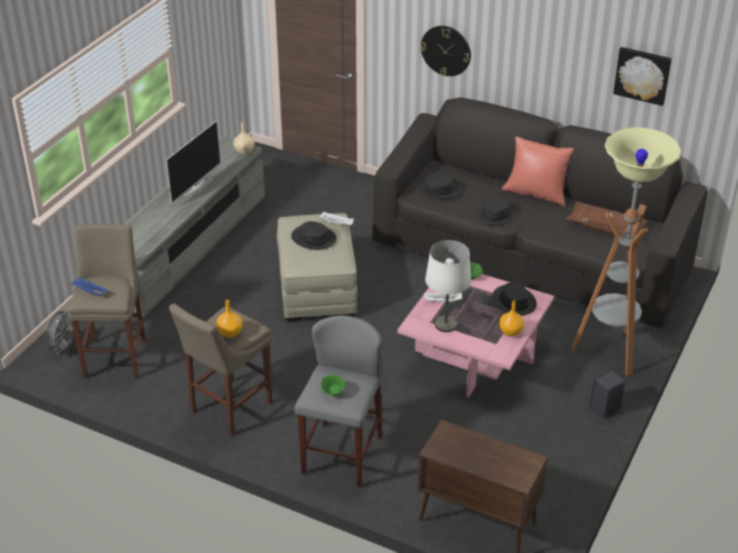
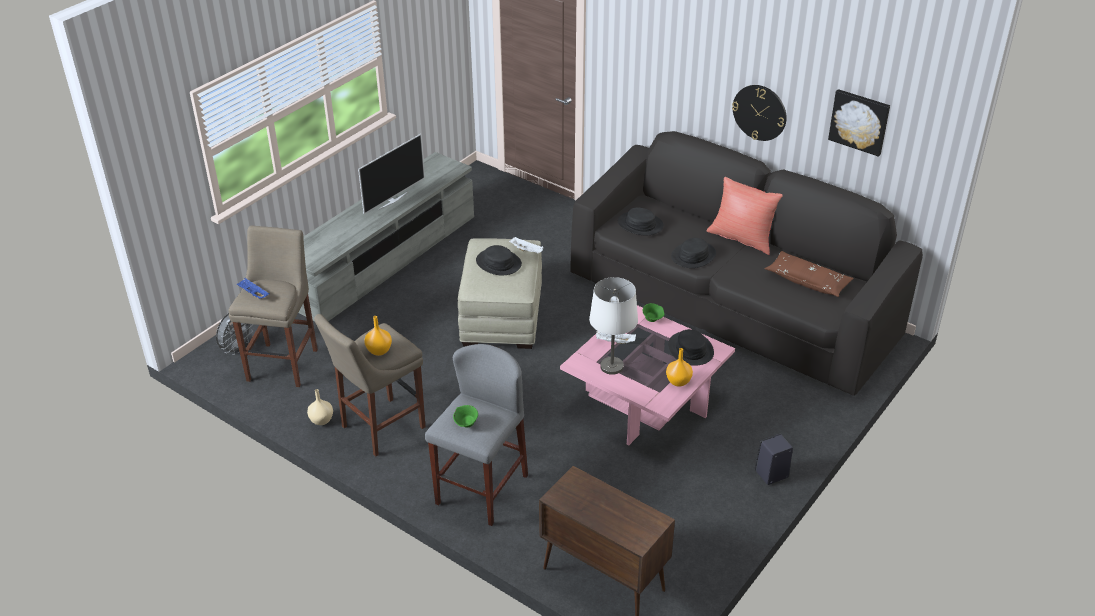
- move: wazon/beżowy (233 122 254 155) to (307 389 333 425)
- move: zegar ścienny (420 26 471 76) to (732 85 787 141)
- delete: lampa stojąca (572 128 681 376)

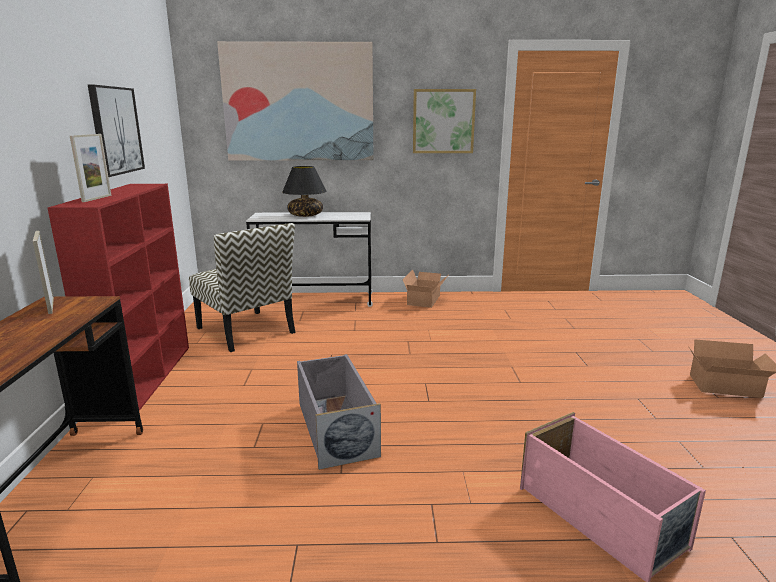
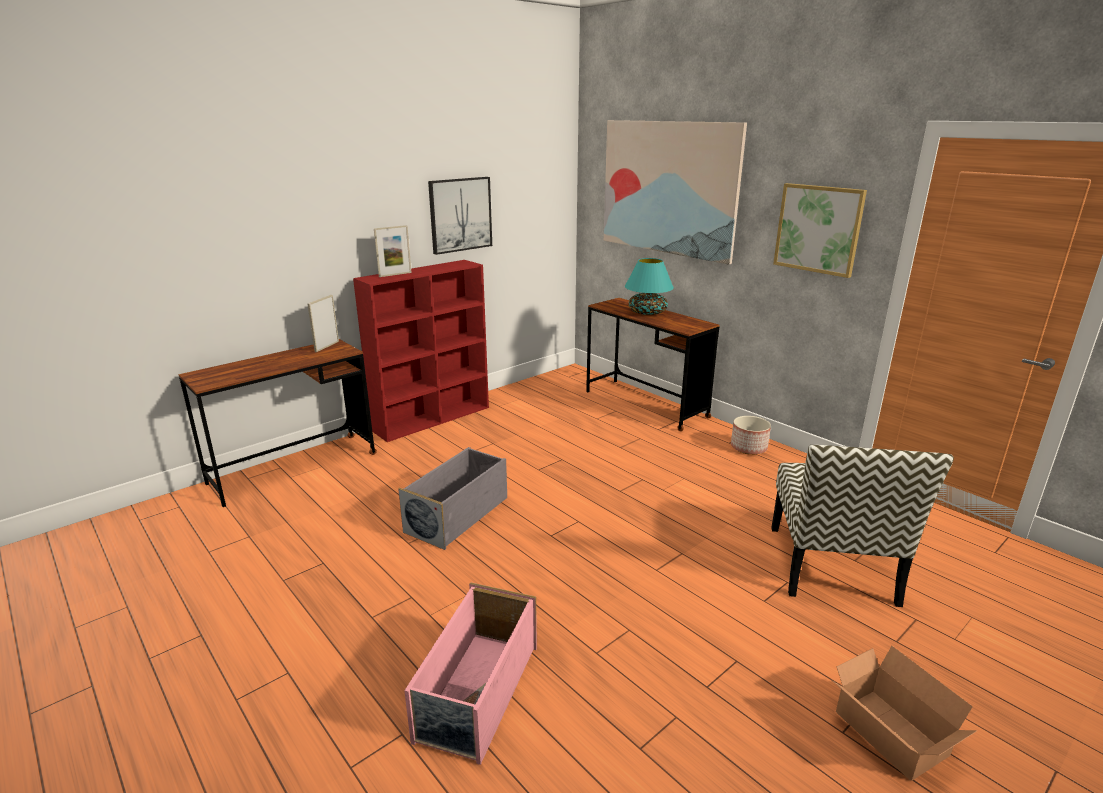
- recolor: biurko/biały (246 212 373 307) to biurko/brązowy (586 298 719 431)
- recolor: lampa stołowa/czarny (282 166 327 217) to lampa stołowa/turkusowy (625 258 674 315)
- replace: karton (402 269 448 308) to donica (731 416 771 455)
- move: krzesło (189 223 296 352) to (772 445 954 607)

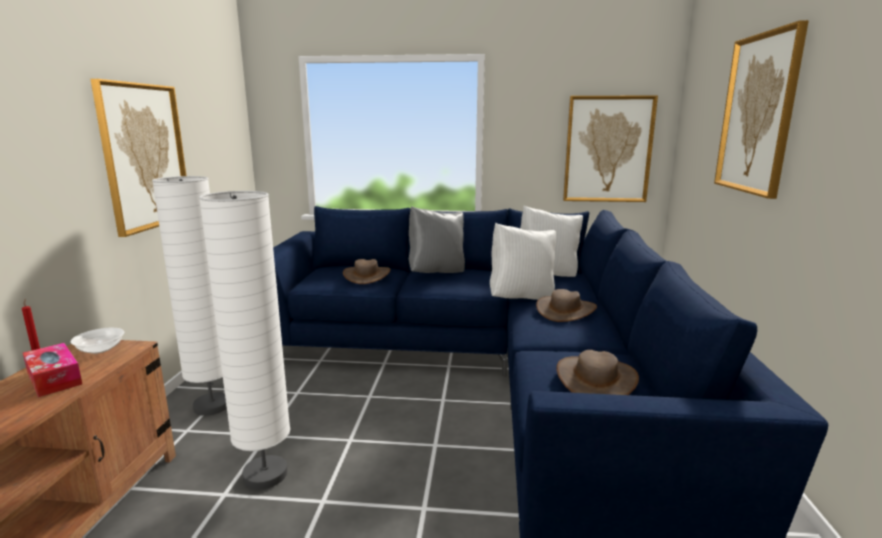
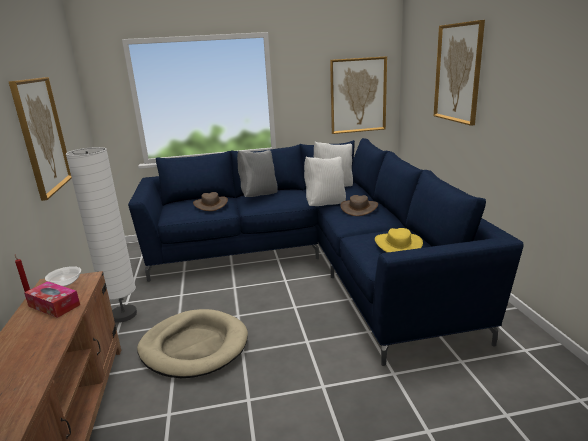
- replace: lampa stojąca/biały (199 191 290 490) to legowisko/beżowy (137 309 248 378)
- recolor: kapelusz/brązowy (557 350 639 395) to kapelusz/żółty (375 228 423 253)

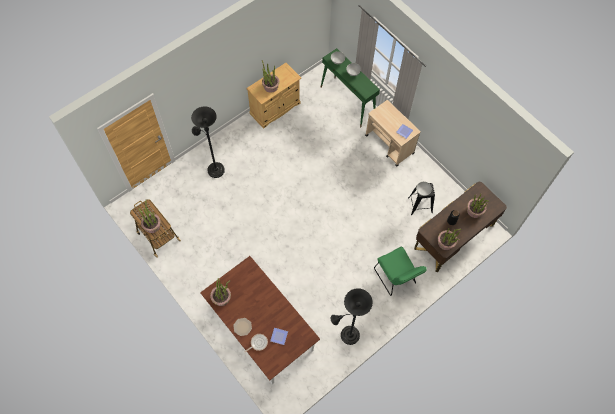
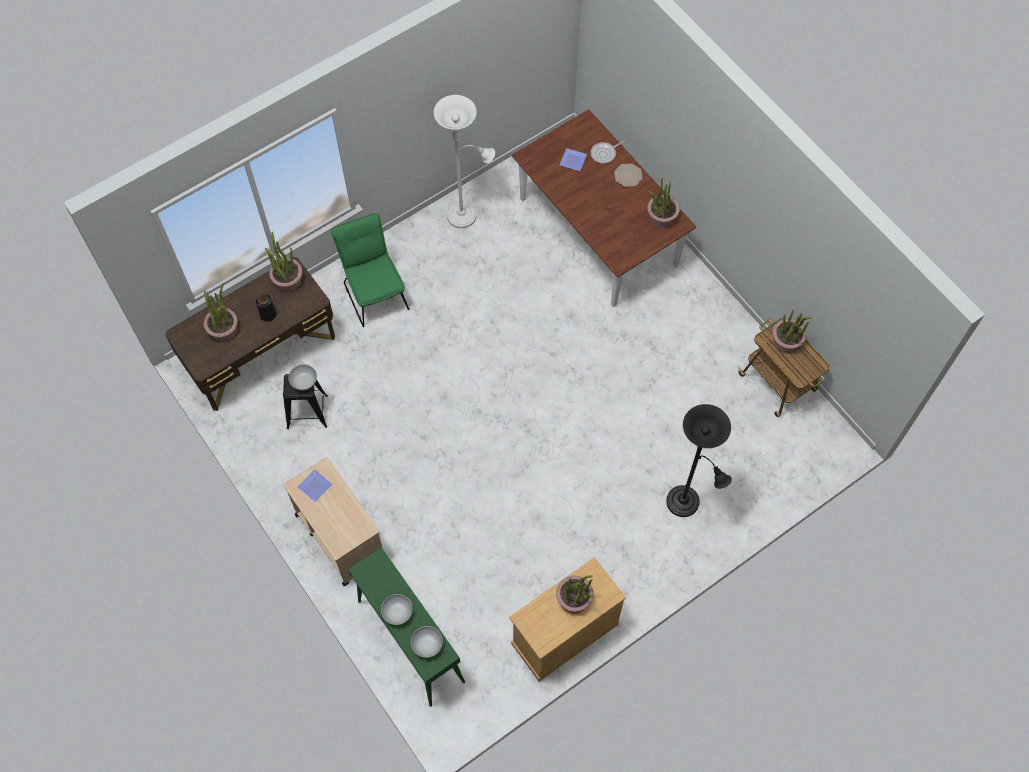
- recolor: lampa stojąca/czarny (331 288 373 345) to lampa stojąca/biały (434 95 495 228)

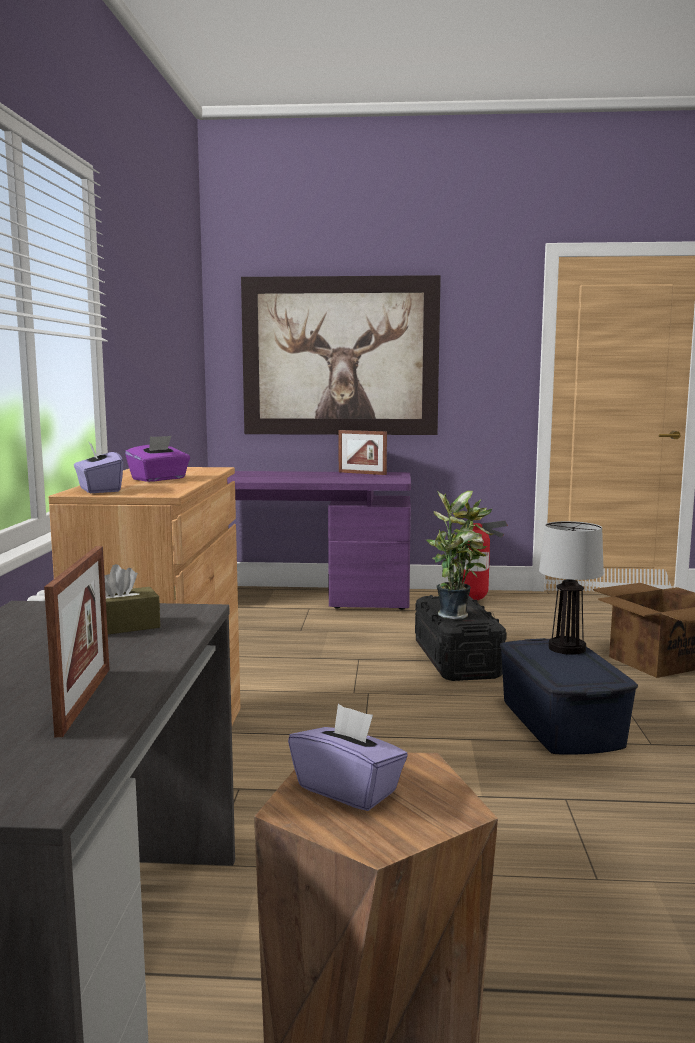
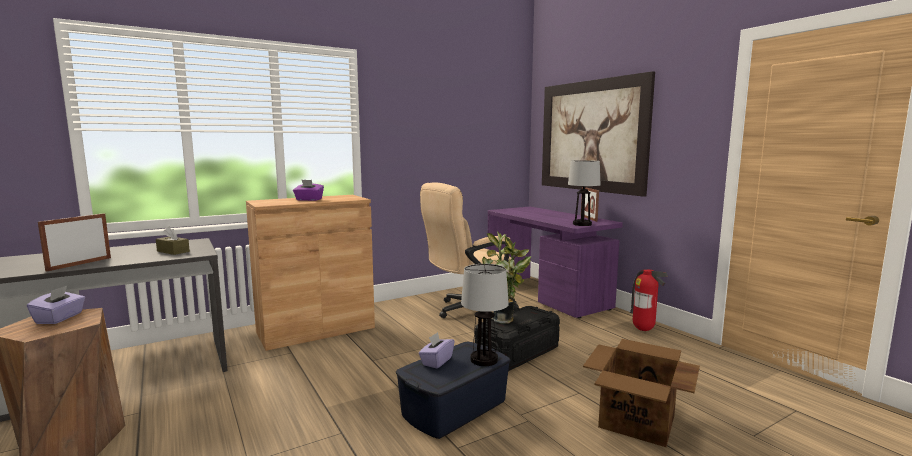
- rotate: ramka na zdjęcie (44 546 110 737) = (38 213 111 271) 150 degrees clockwise
- move: pudełko chusteczek/fioletowy (74 441 123 493) to (419 332 455 369)
- insert: krzesło biurowe/beżowy (420 182 519 318)
- insert: lampa stołowa (568 160 601 226)

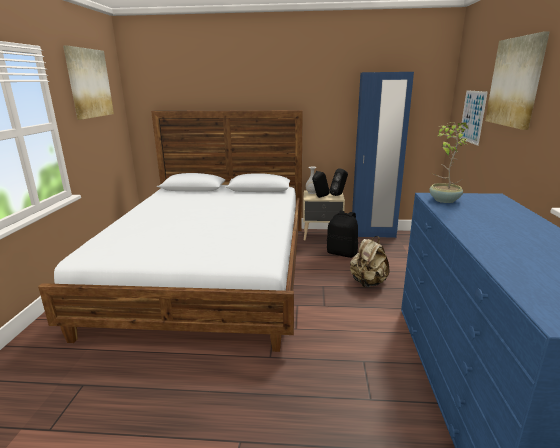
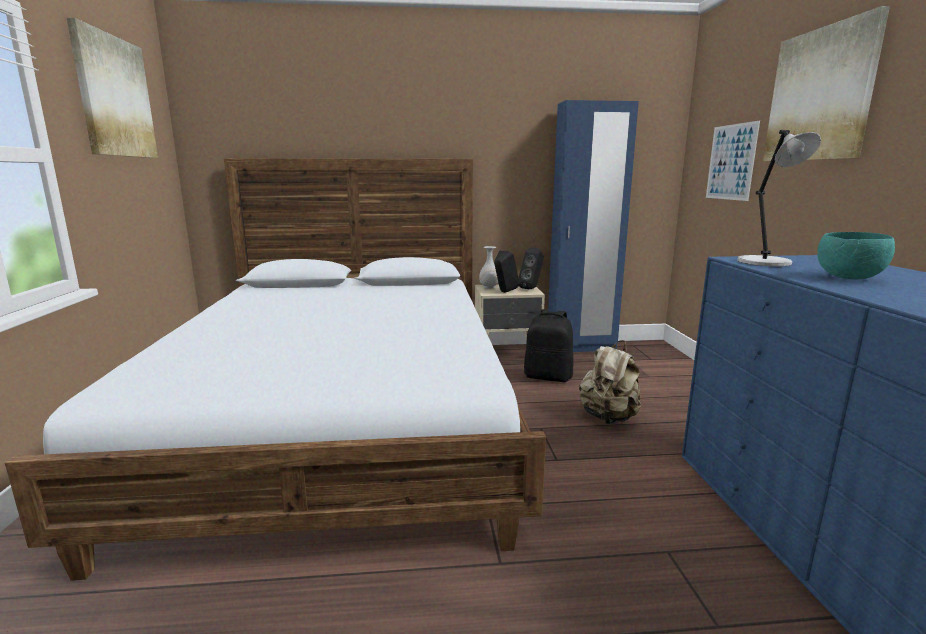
- replace: roślina doniczkowa (429 122 470 203) to lampa stołowa/szary (737 130 821 267)
- insert: miska/turkusowy (817 232 895 280)

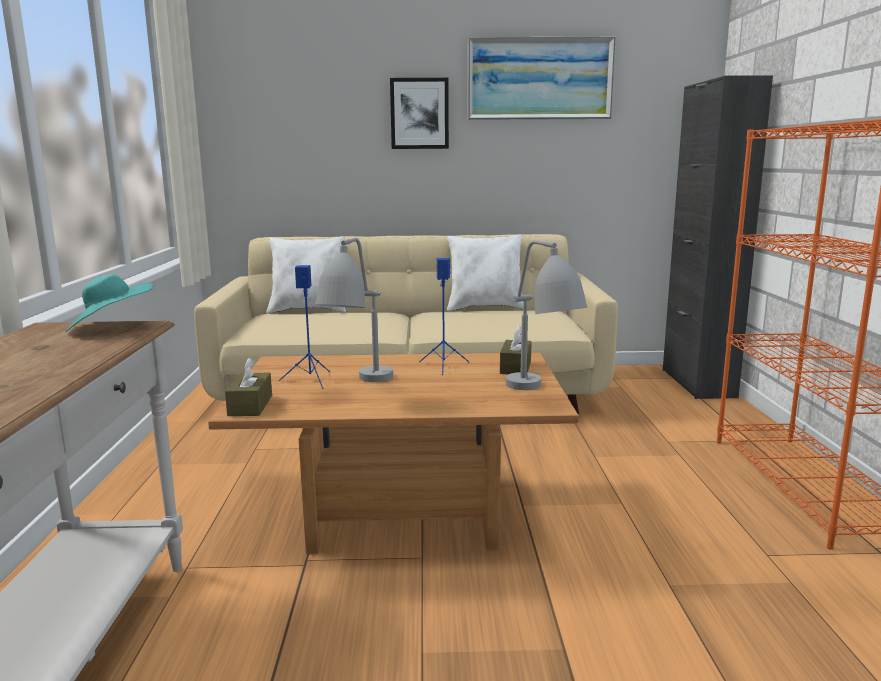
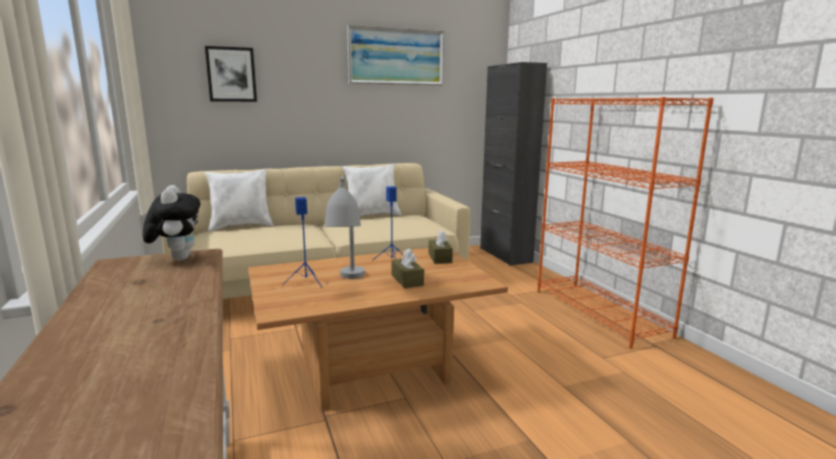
- replace: kapelusz/turkusowy (66 274 153 332) to pluszak (143 185 200 261)
- move: obraz (390 78 449 149) to (205 46 257 102)
- move: pudełko chusteczek/brązowy (225 357 272 416) to (392 249 424 288)
- delete: lampa stołowa/szary (506 240 587 390)

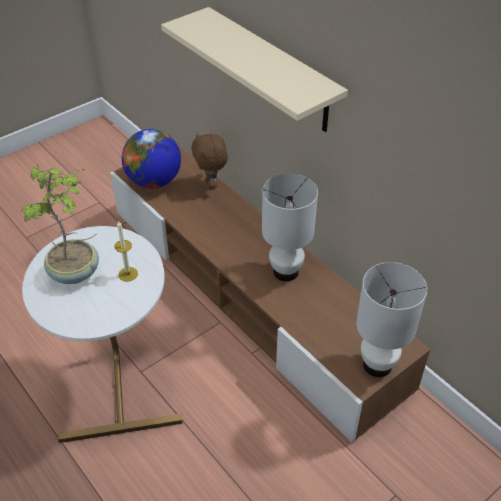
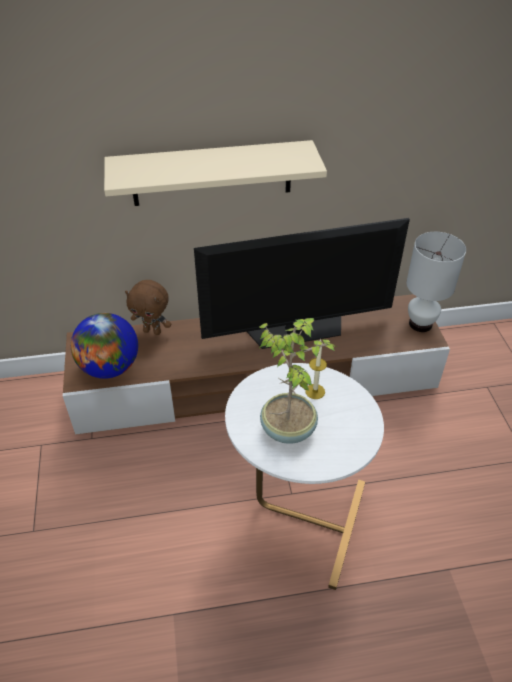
- replace: lampa stołowa/biały (262 173 318 281) to telewizor (194 218 410 349)

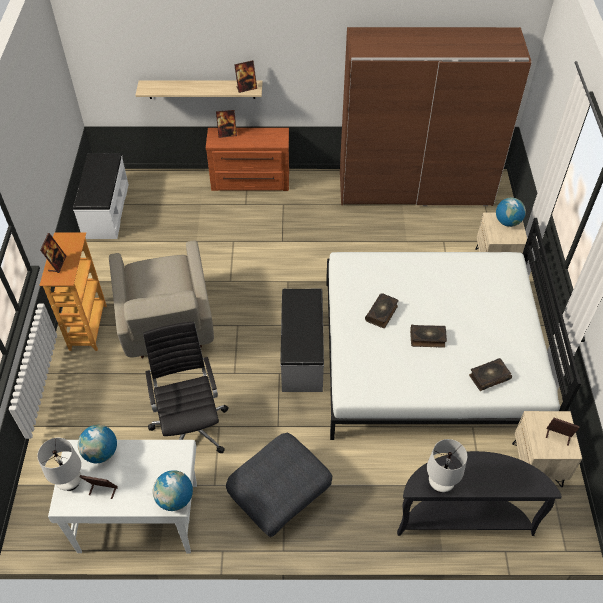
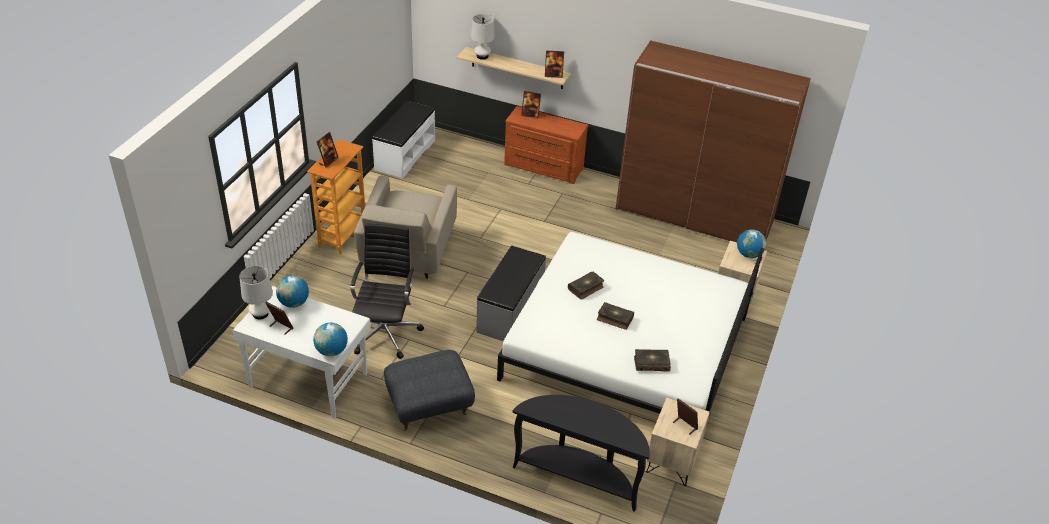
- move: lampa stołowa/biały (427 439 467 493) to (471 14 495 60)

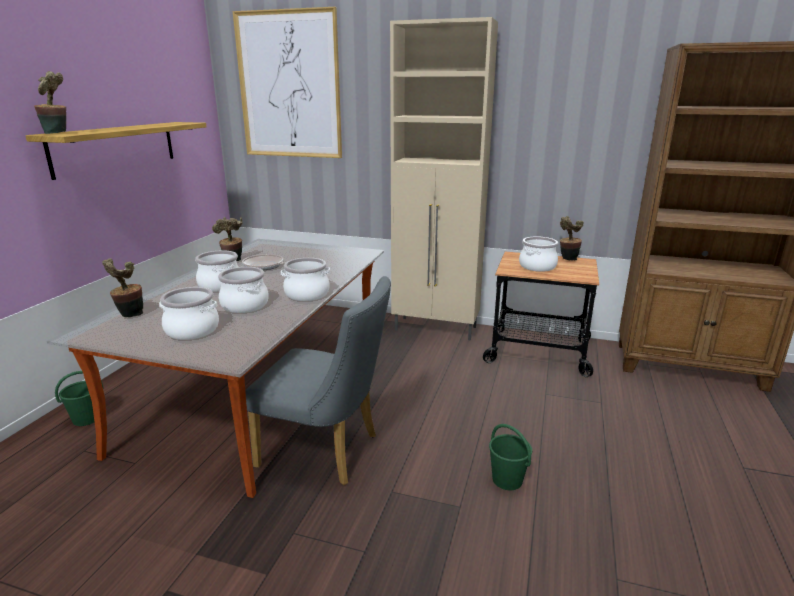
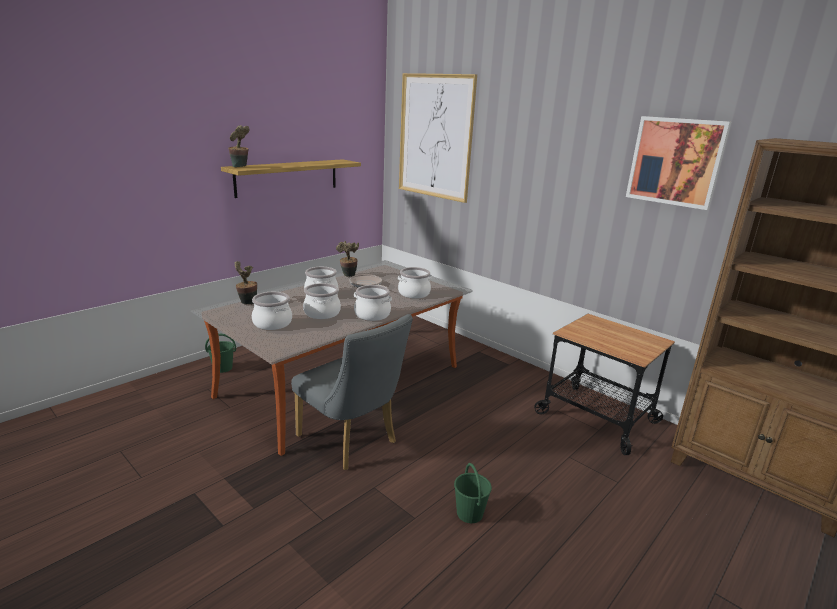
- move: garnek (519 236 558 272) to (398 267 432 299)
- insert: obraz (626 116 731 210)
- delete: szafka/beżowy (390 17 498 340)
- delete: roślina doniczkowa (560 216 584 261)

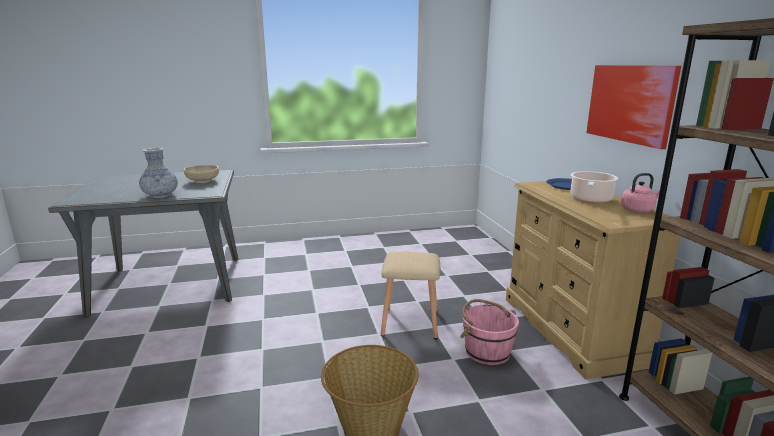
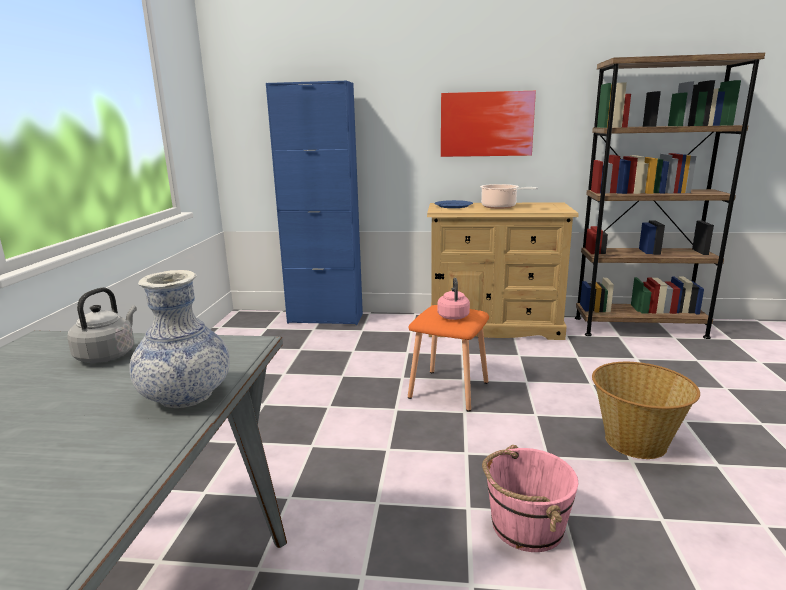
- replace: miska/beżowy (184 165 219 183) to czajnik/szary (67 287 137 363)
- insert: szafka/niebieski (266 80 363 325)
- recolor: stołek/beżowy (381 252 440 339) to stołek/pomarańczowy (408 305 489 411)
- move: czajnik/różowy (621 173 660 213) to (437 278 470 320)
- move: wiadro/różowy (460 299 519 365) to (482 445 579 552)

